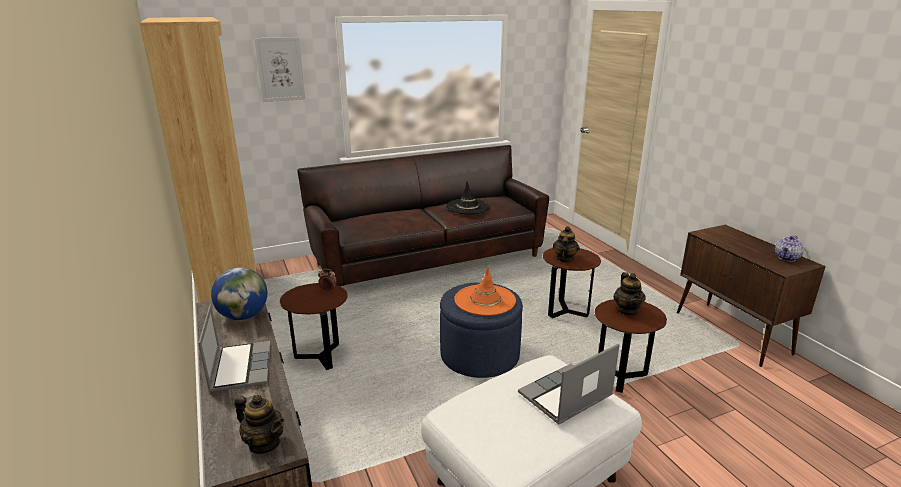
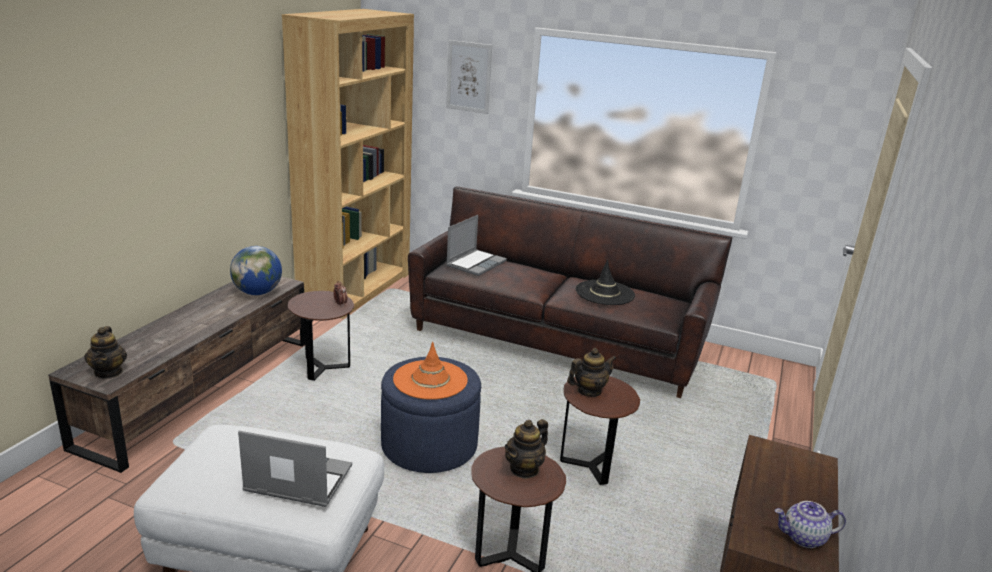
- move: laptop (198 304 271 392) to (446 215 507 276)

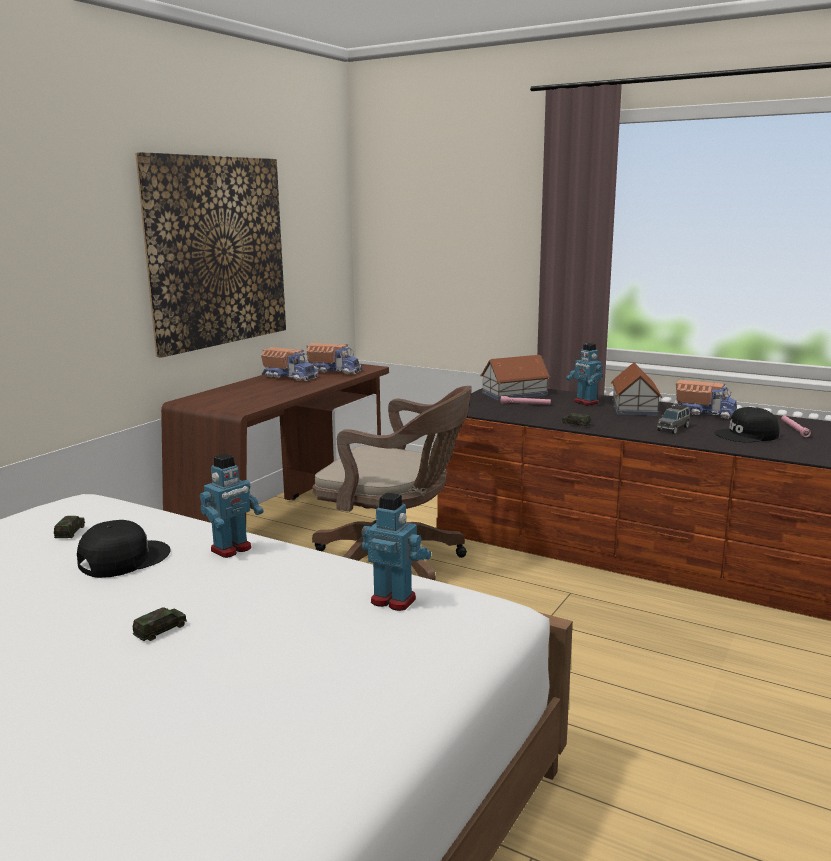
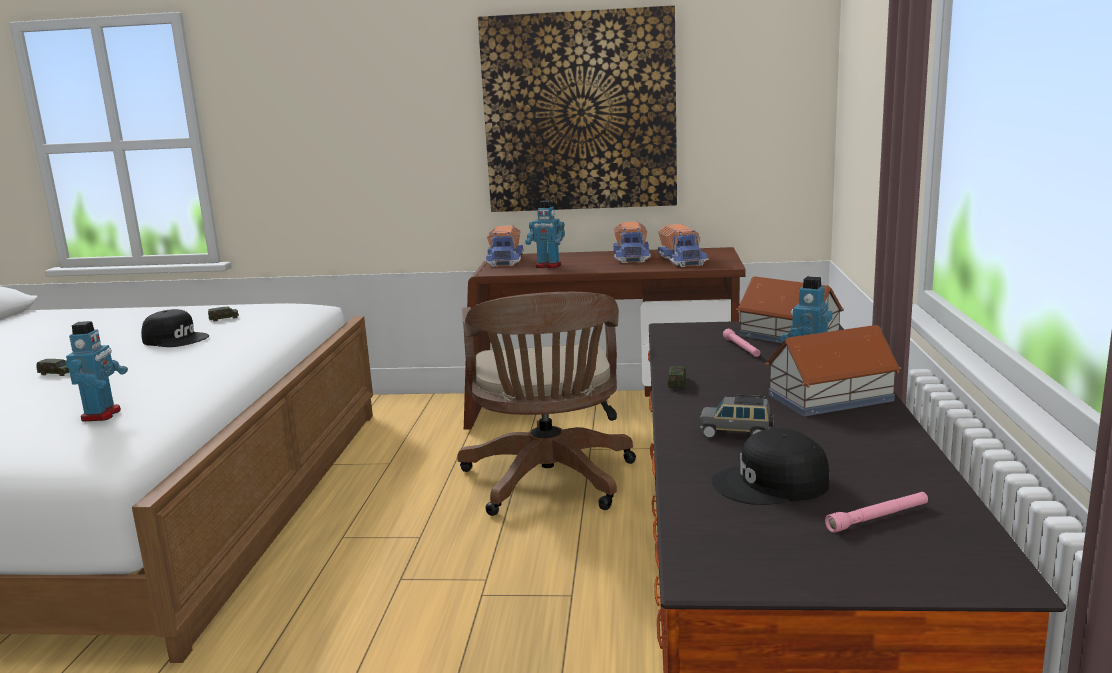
- move: ciężarówka zabawkowa (673 380 738 419) to (485 225 524 267)
- move: robot zabawkowy (200 454 264 558) to (525 200 565 268)
- rotate: czapka z daszkiem/czarny (714 407 779 442) = (711 428 829 505) 60 degrees counterclockwise

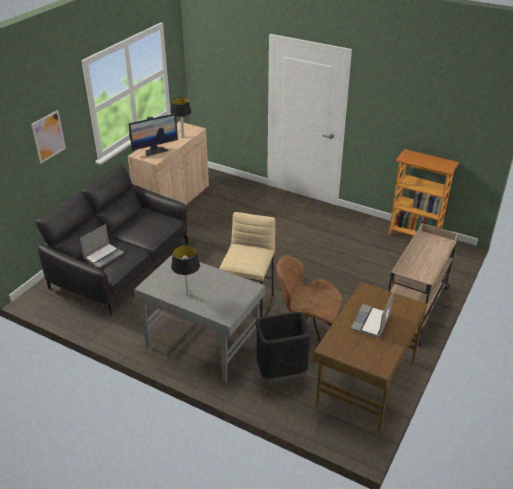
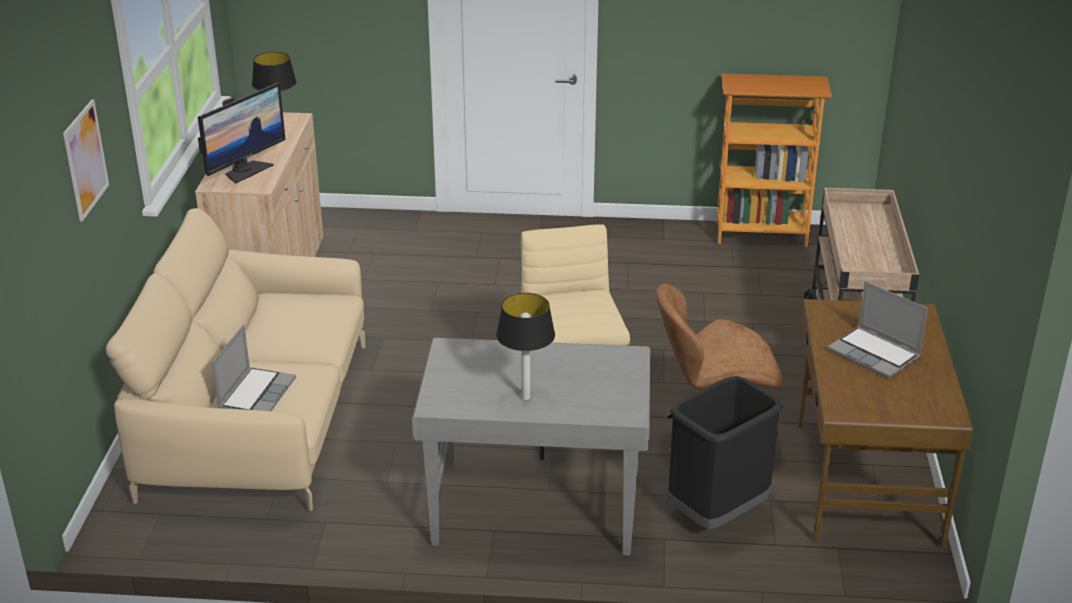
- recolor: kanapa/czarny (36 164 188 315) to kanapa/beżowy (106 208 365 511)
- rotate: laptop (351 290 394 338) = (828 281 928 378) 45 degrees counterclockwise

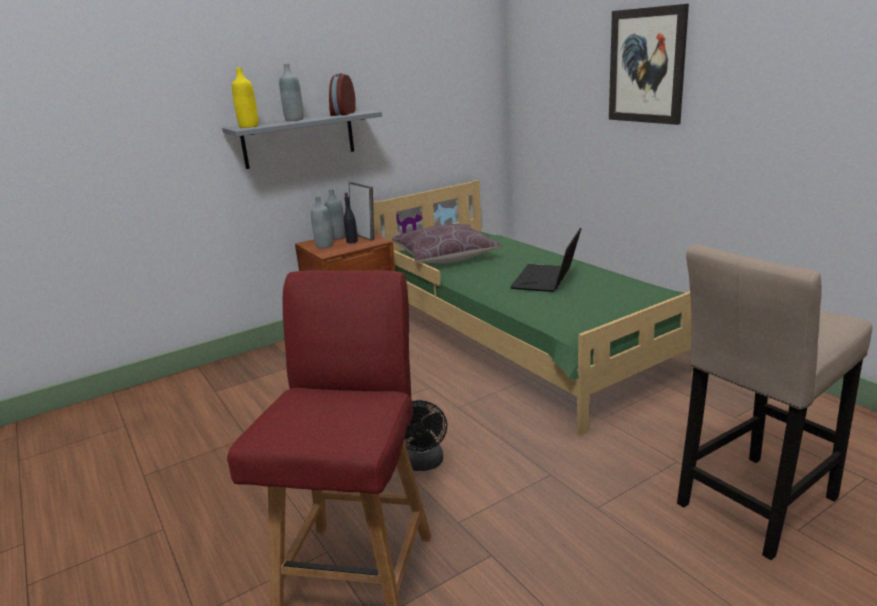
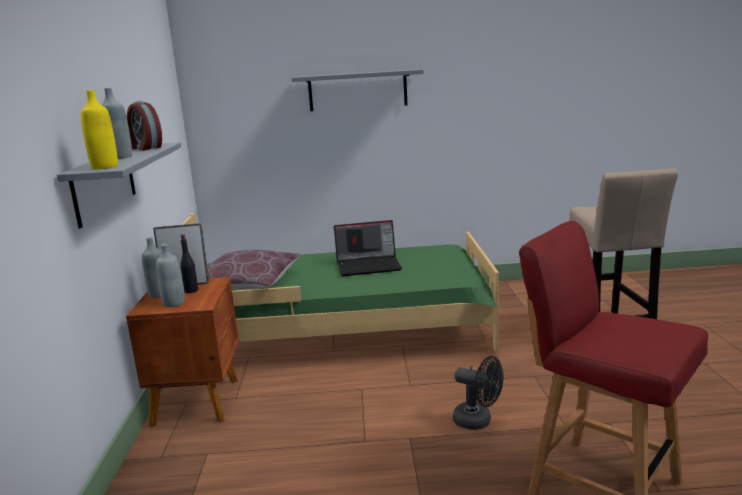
- replace: obraz (609 4 689 125) to półka/szary (292 69 424 111)
- rotate: laptop (510 228 582 292) = (334 220 402 276) 60 degrees counterclockwise

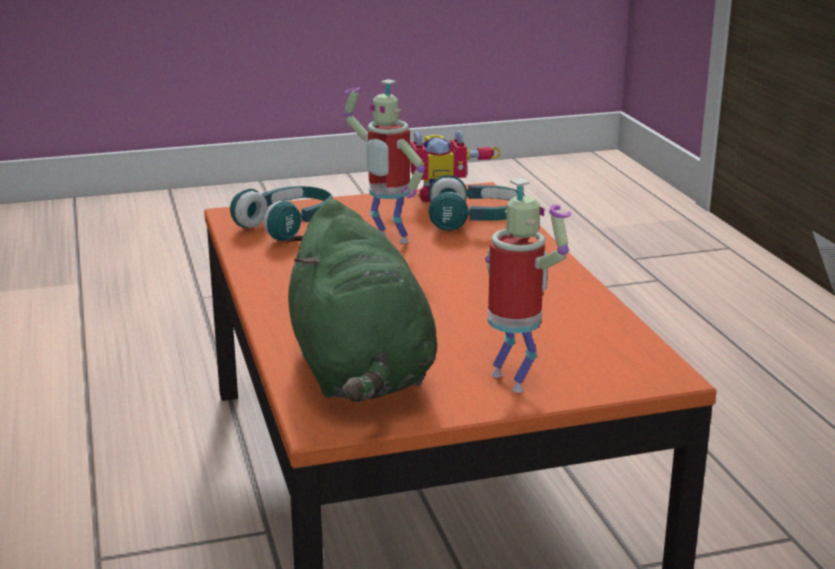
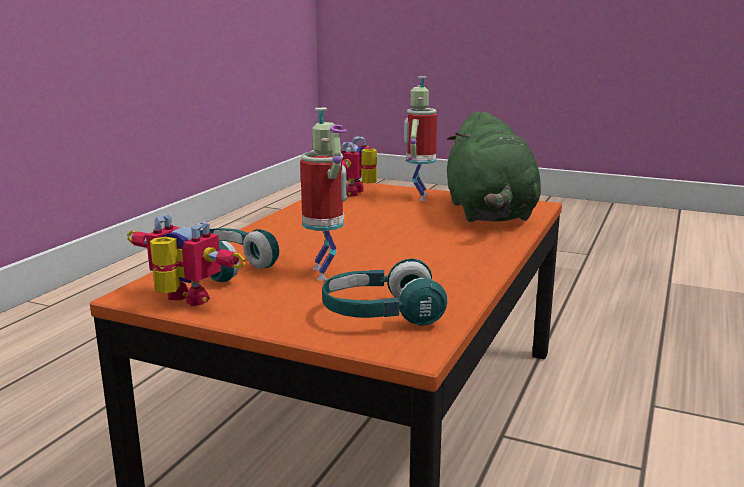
- insert: robot zabawkowy (341 136 377 197)
- rotate: pluszak/zielony (287 199 437 402) = (447 111 541 222) 150 degrees clockwise

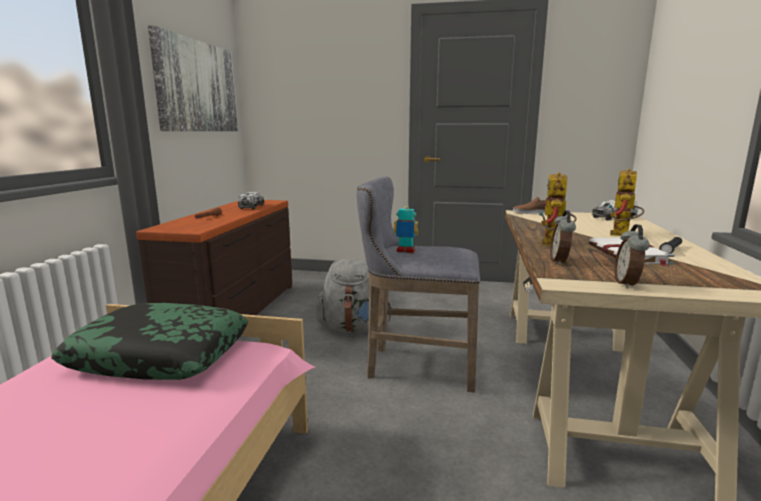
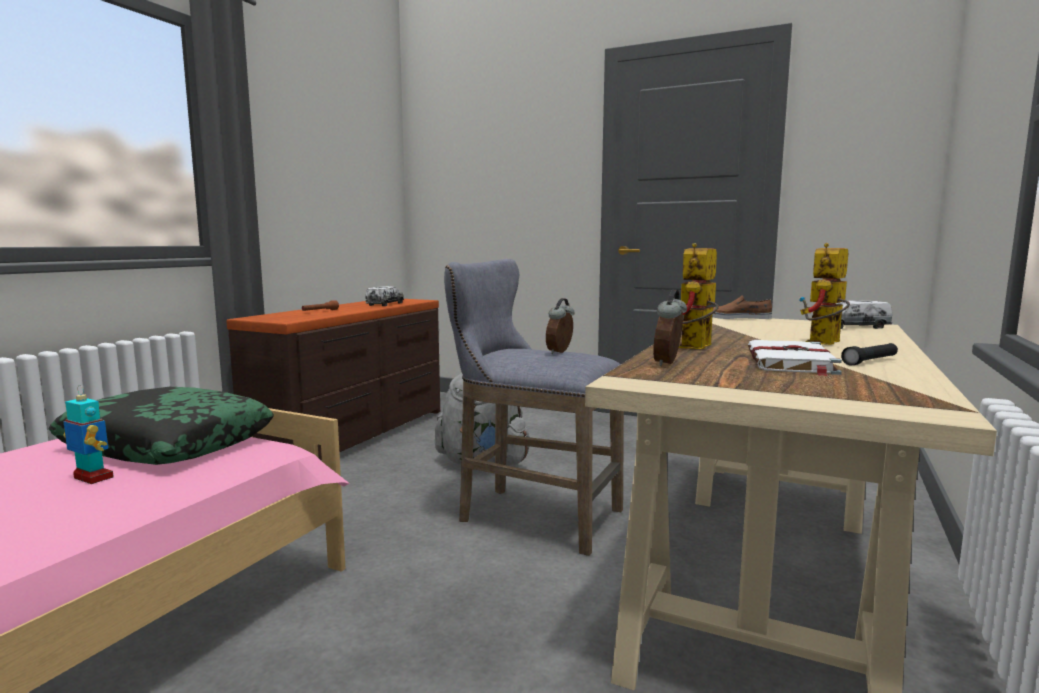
- move: robot zabawkowy (394 206 418 253) to (63 385 114 484)
- move: budzik (615 224 649 289) to (546 298 574 354)
- delete: obraz (148 25 238 131)

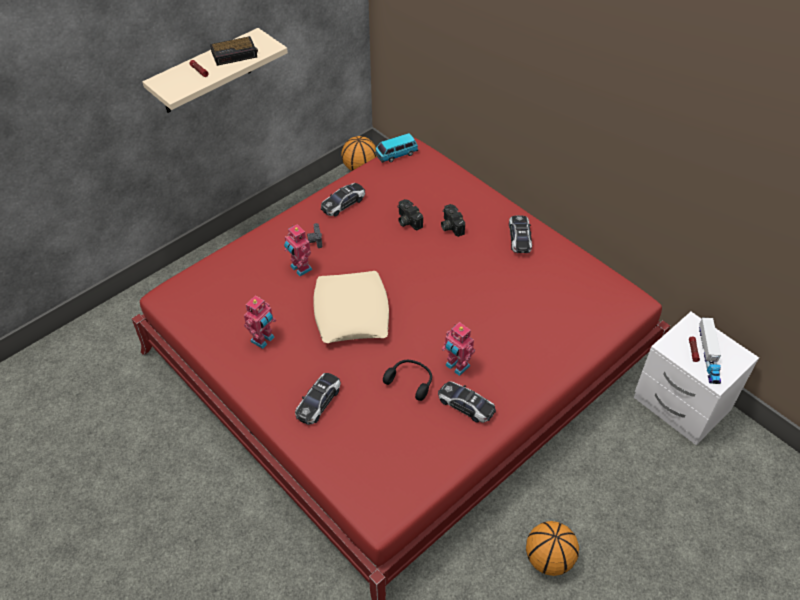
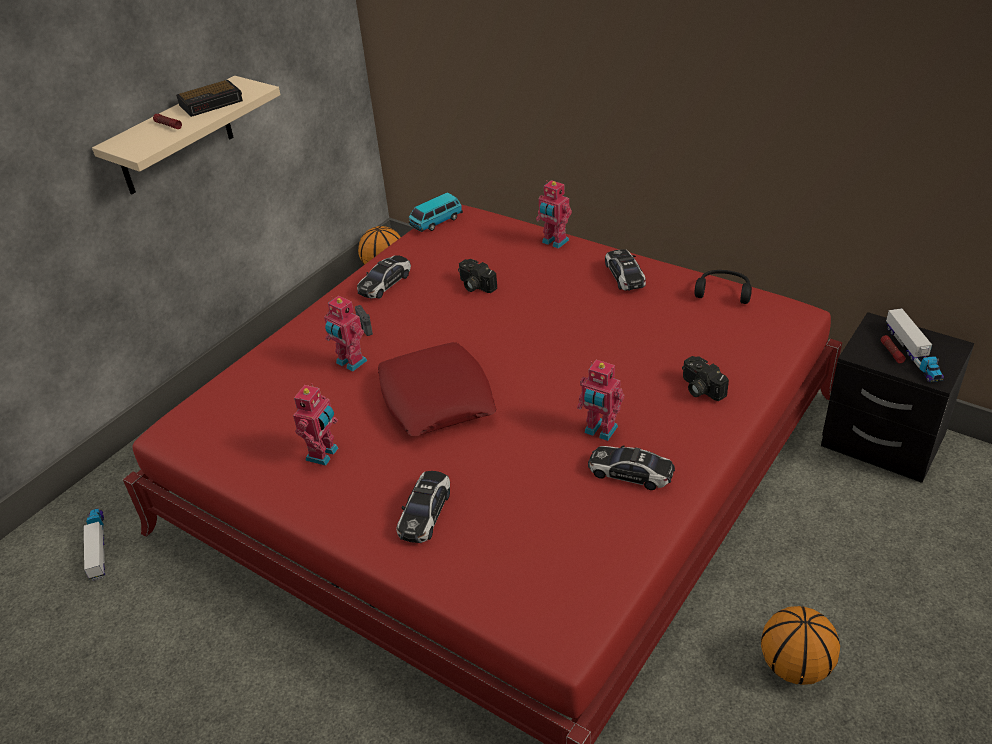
- insert: ciężarówka zabawkowa (84 509 105 581)
- recolor: poduszka/beżowy (313 271 389 343) to poduszka/czerwony (378 342 496 436)
- insert: robot zabawkowy (536 180 572 249)
- move: aparat fotograficzny (441 204 465 237) to (682 356 729 401)
- move: słuchawki/czarny (383 360 432 401) to (695 270 752 304)
- recolor: szafka nocna/biały (634 312 759 445) to szafka nocna/czarny (821 312 974 483)

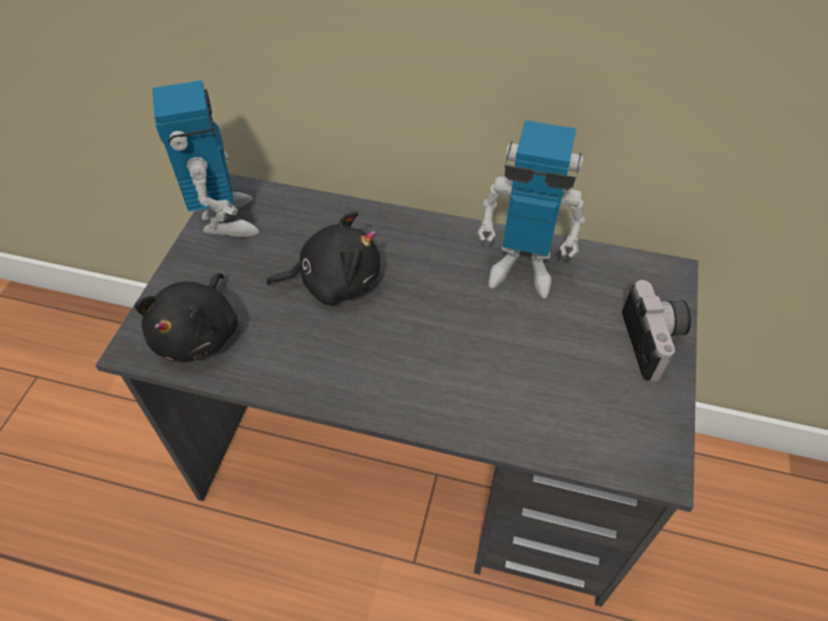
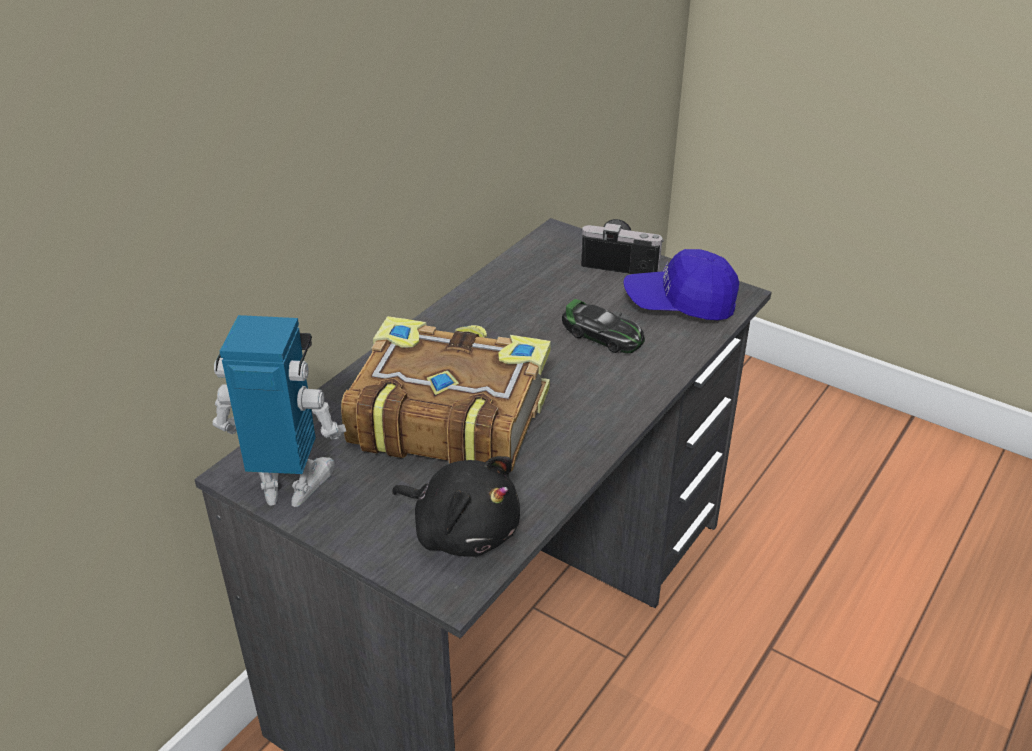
- replace: pluszak/czarny (266 211 380 305) to książka (341 316 551 472)
- insert: samochodzik (562 299 645 353)
- insert: czapka z daszkiem/niebieski (623 249 739 320)
- delete: robot zabawkowy (477 120 586 298)

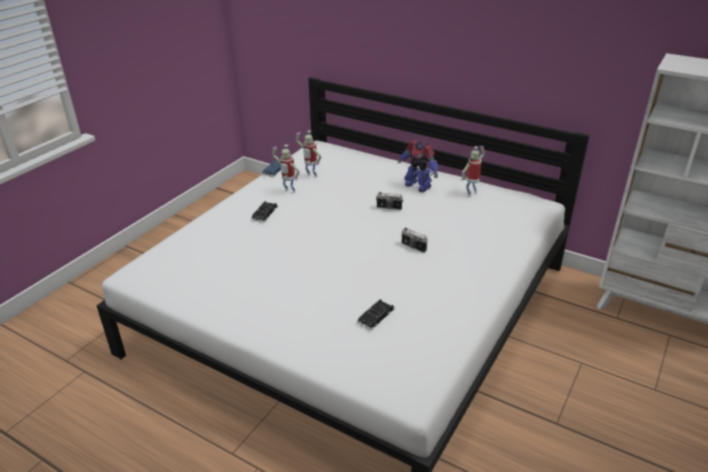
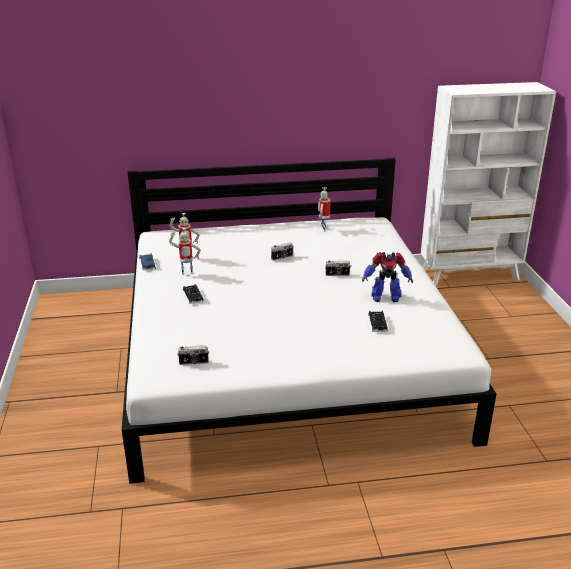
- insert: aparat fotograficzny (177 345 209 365)
- move: robot zabawkowy (398 140 438 192) to (362 252 413 302)

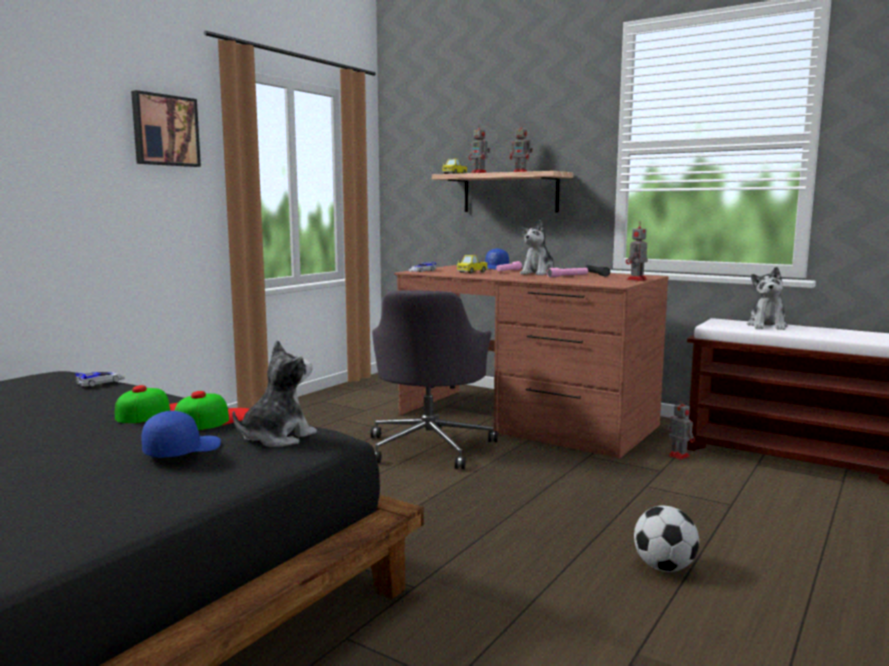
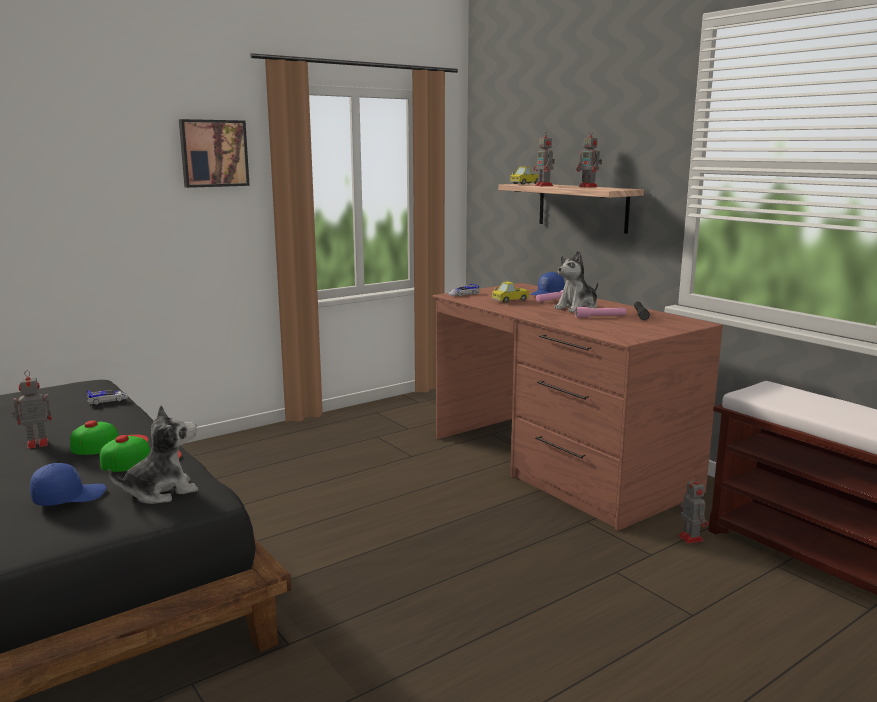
- move: robot zabawkowy (626 222 648 281) to (12 370 52 449)
- delete: krzesło biurowe/szary (370 290 498 469)
- delete: piłka futbolowa (634 506 699 572)
- delete: pluszak (747 267 788 330)

